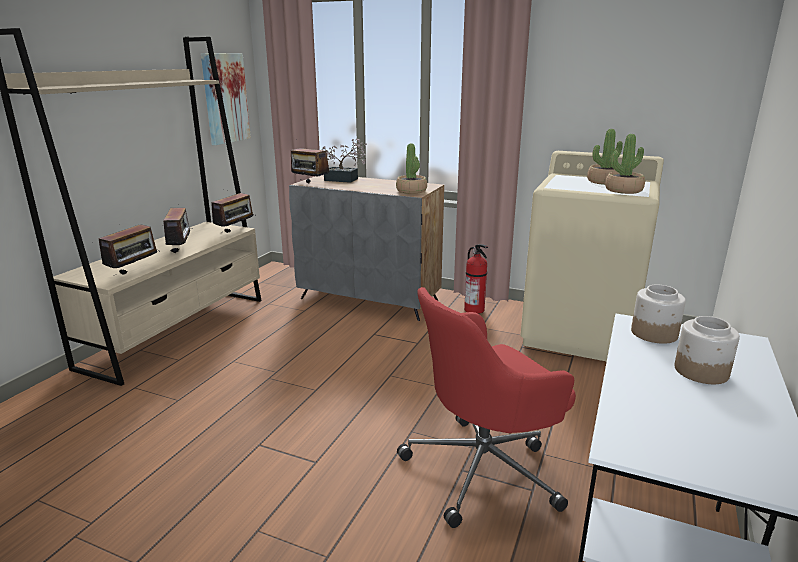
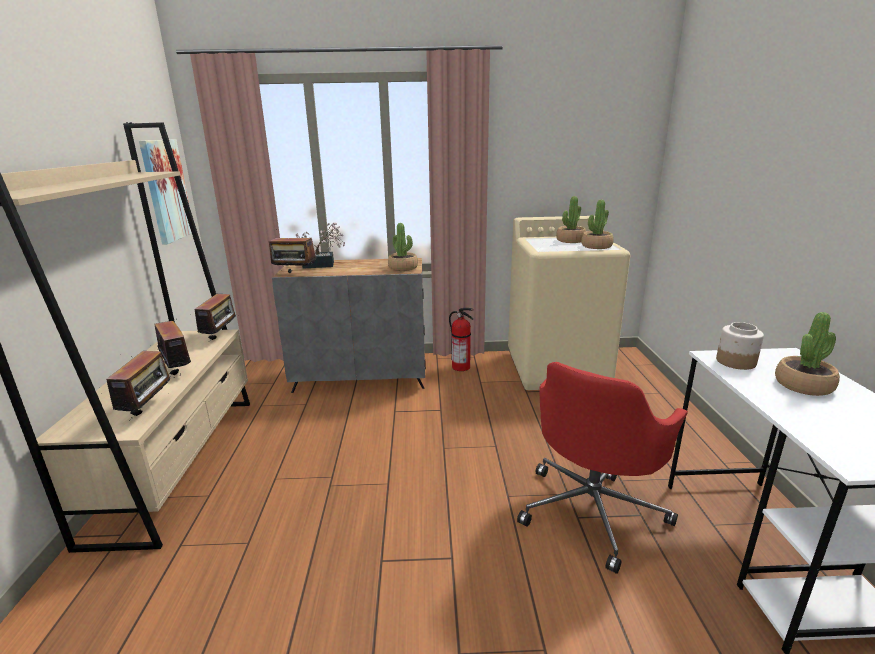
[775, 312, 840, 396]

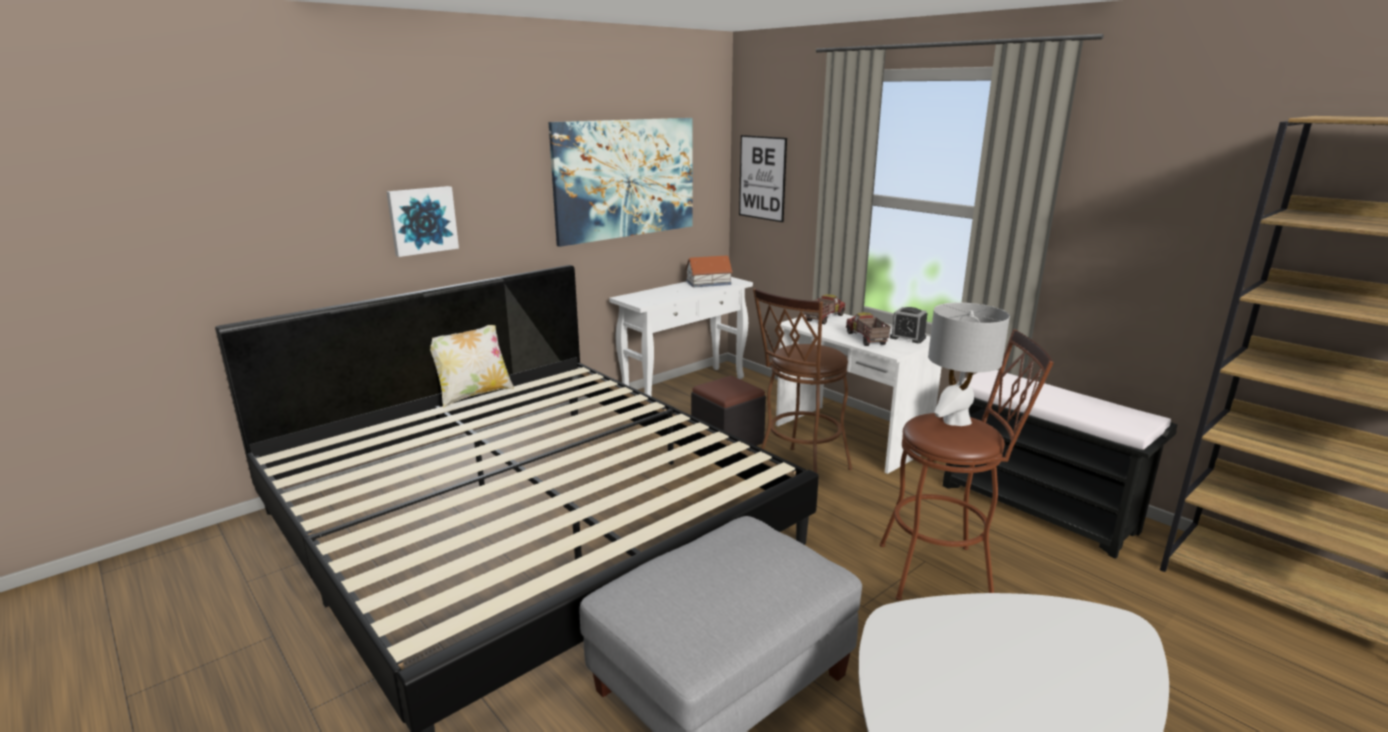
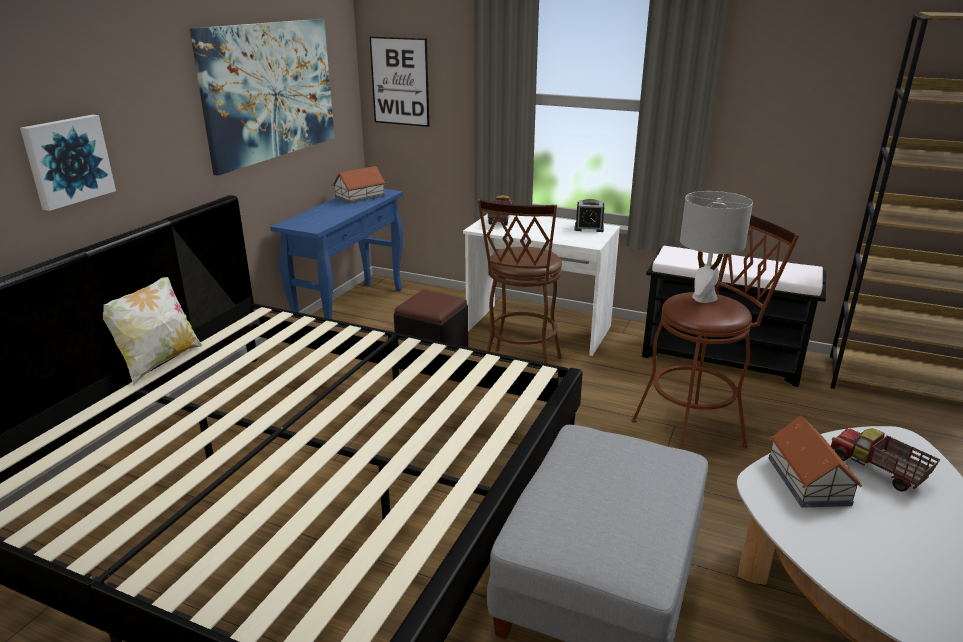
[270, 189, 403, 319]
[830, 428, 940, 492]
[768, 416, 861, 508]

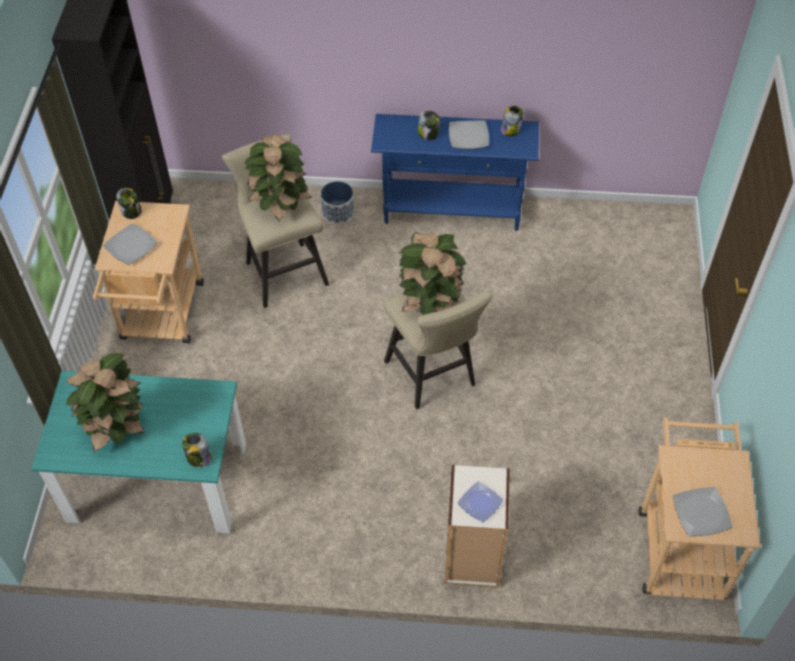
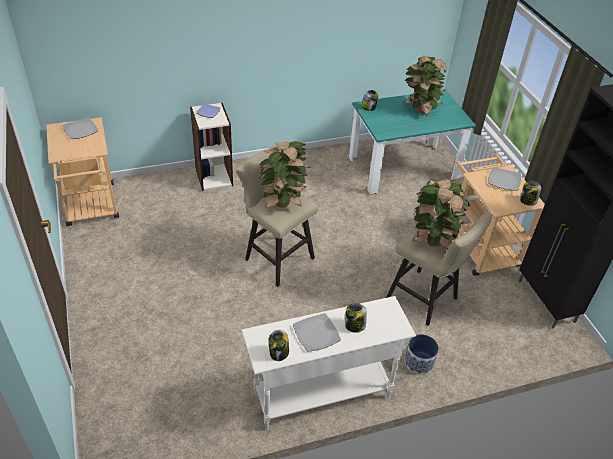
[241, 296, 416, 430]

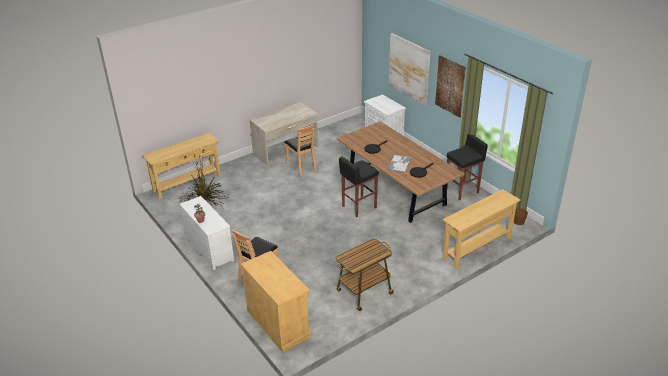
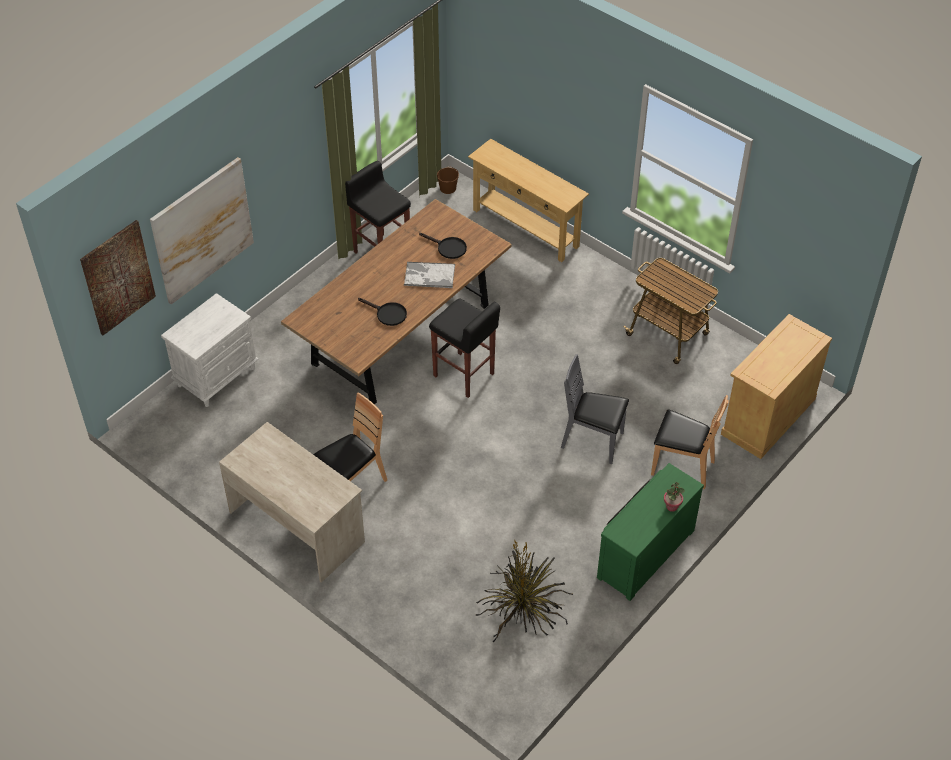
[80, 220, 156, 335]
[142, 133, 221, 199] (first image)
[597, 463, 704, 601]
[561, 354, 629, 464]

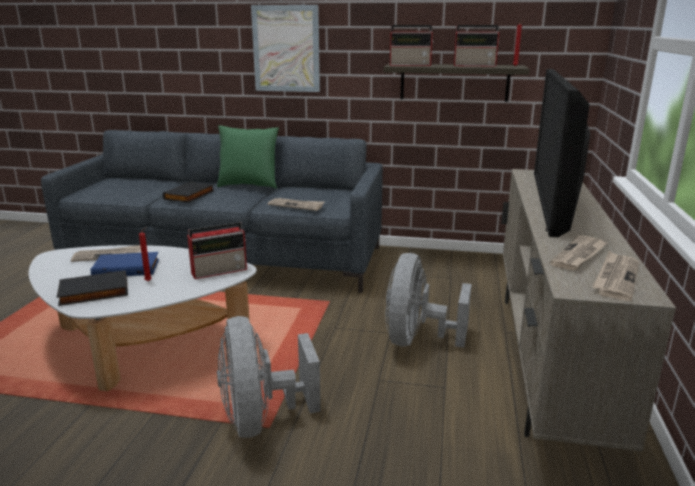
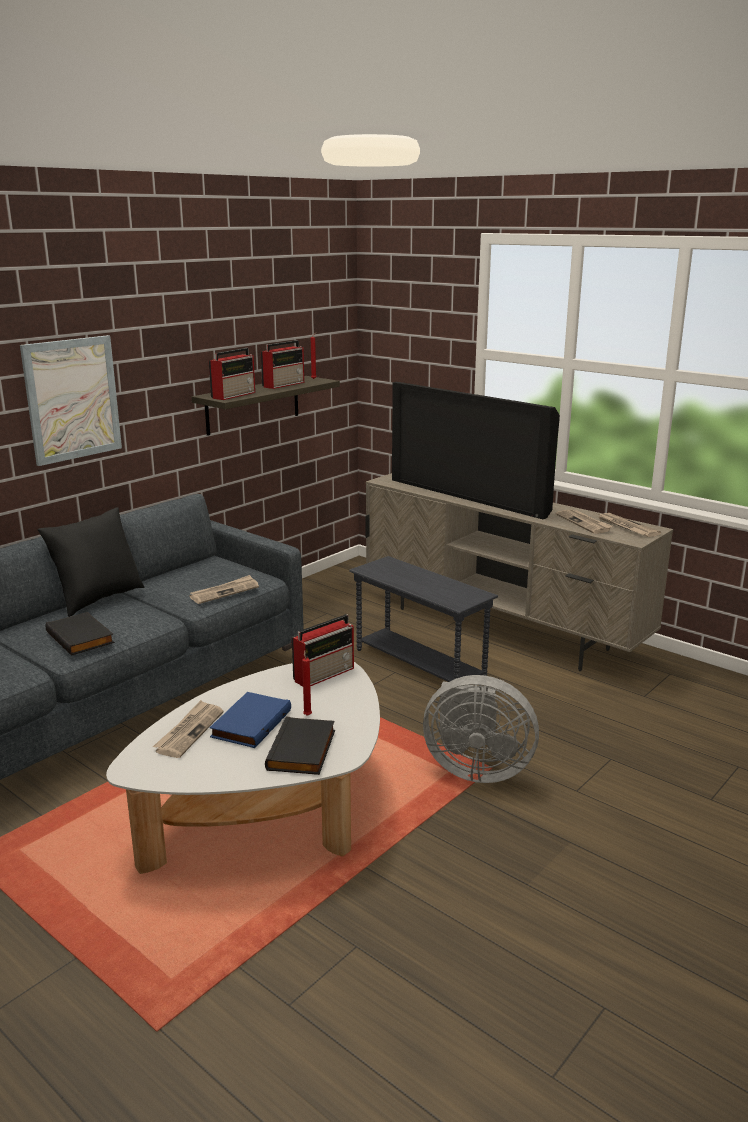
[38, 508, 144, 617]
[292, 614, 354, 687]
[349, 556, 498, 682]

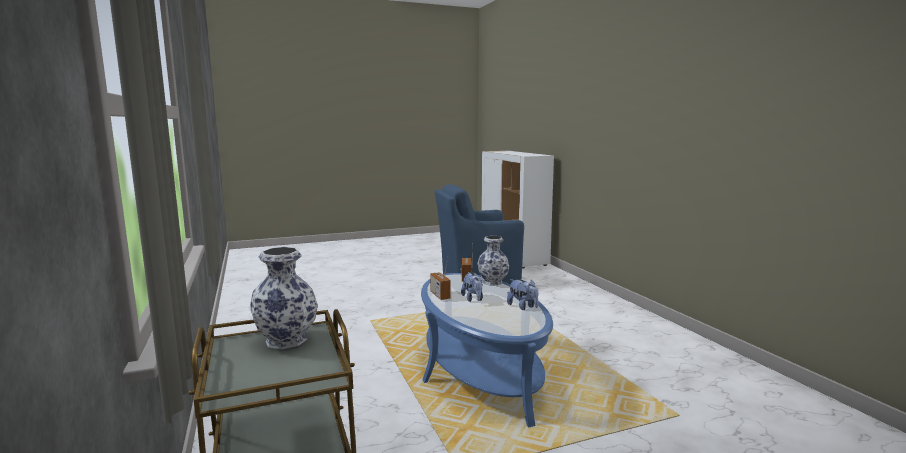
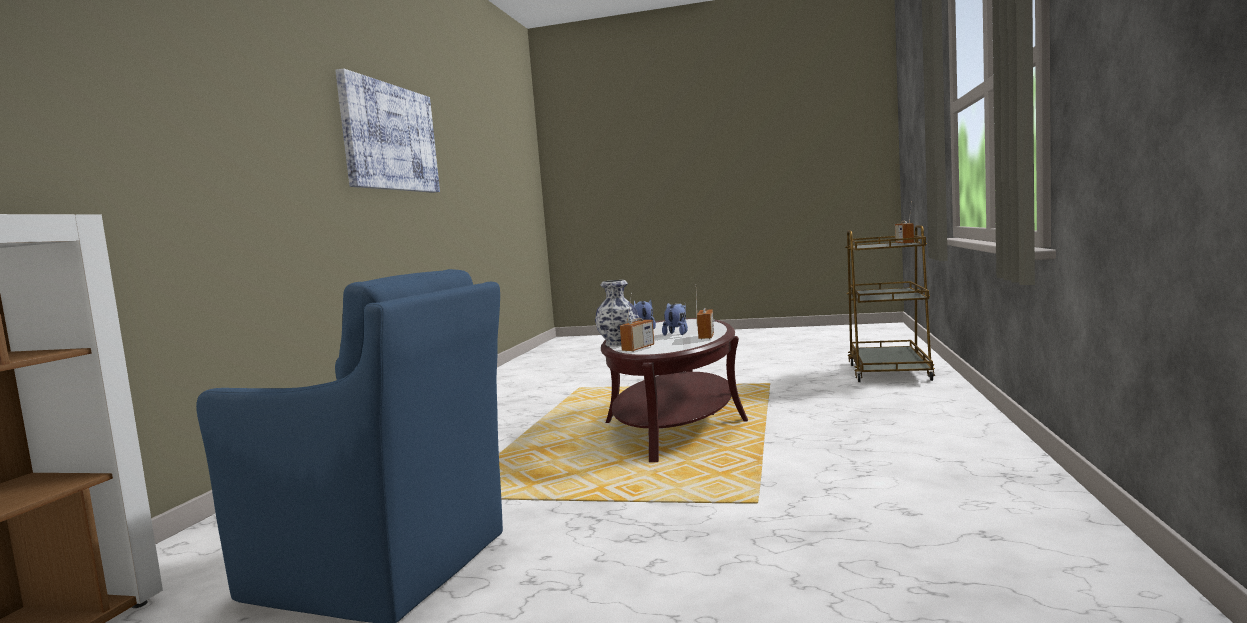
[250, 247, 318, 349] (first image)
[601, 318, 748, 462]
[335, 68, 440, 193]
[895, 201, 914, 244]

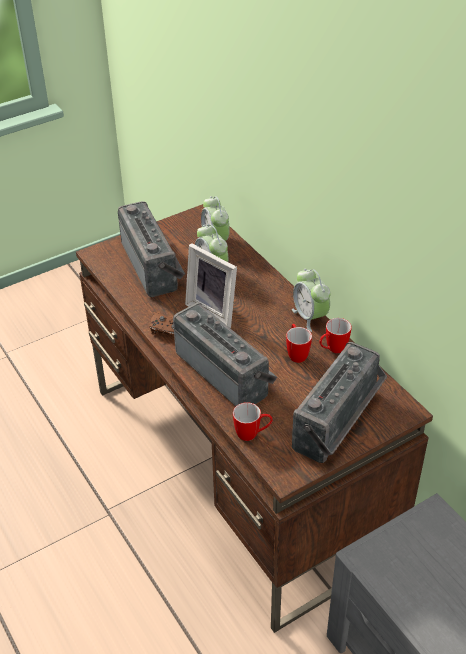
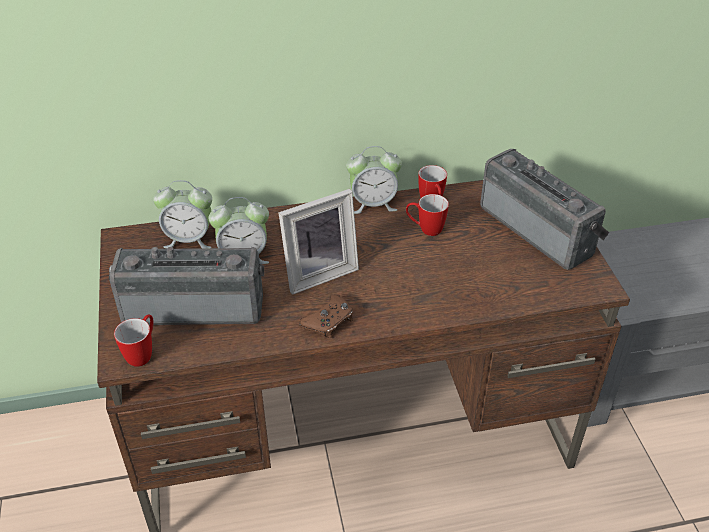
[173, 303, 277, 406] (first image)
[114, 315, 154, 367]

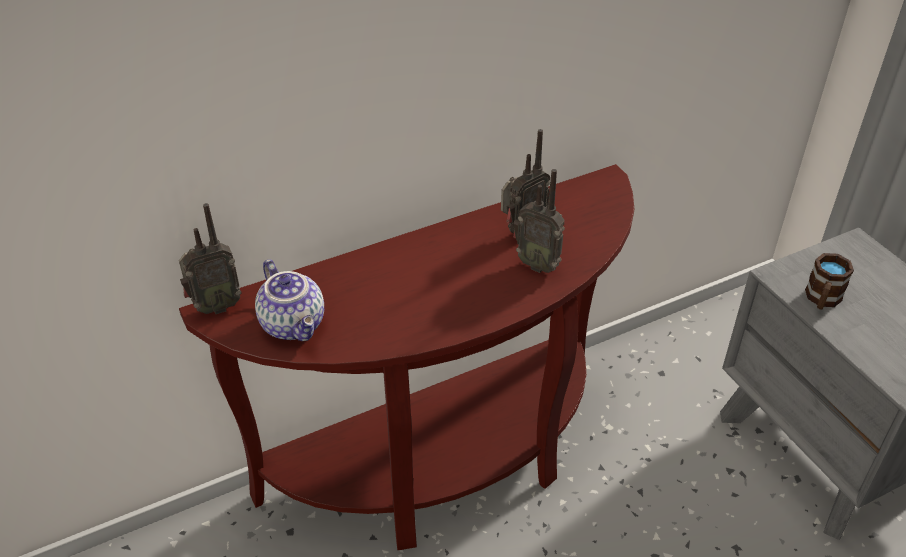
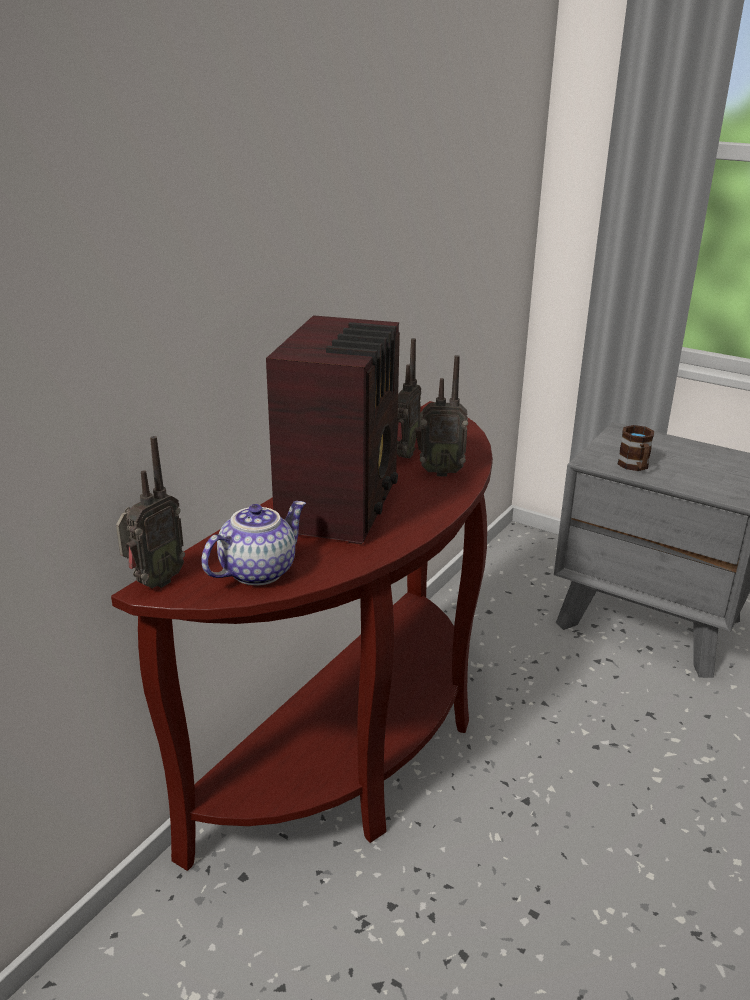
[201, 501, 306, 586]
[266, 315, 400, 545]

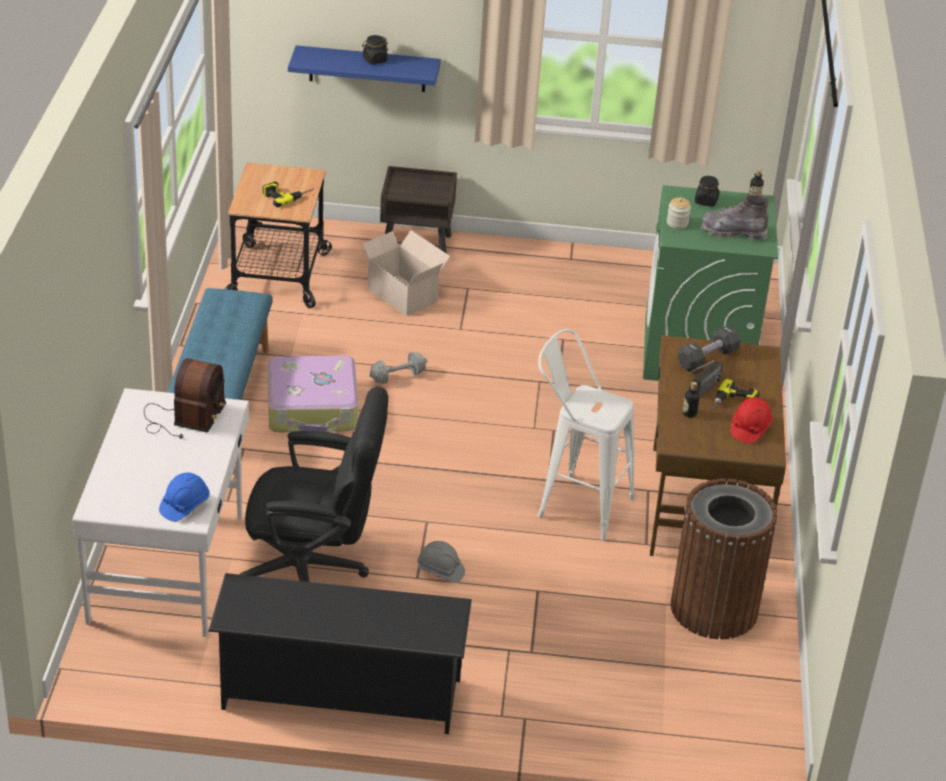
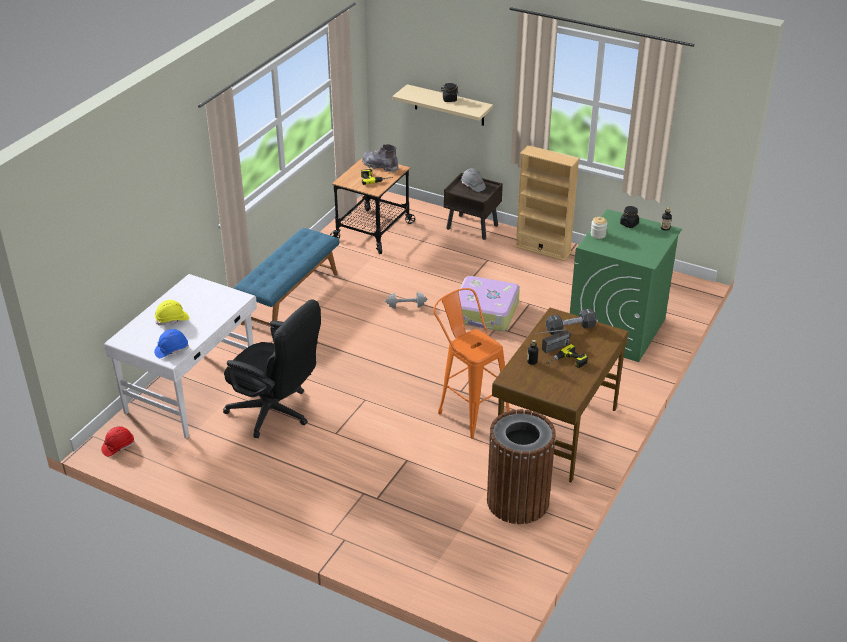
[392, 84, 493, 126]
[362, 144, 399, 173]
[360, 230, 450, 316] (first image)
[433, 288, 510, 438]
[458, 276, 520, 331]
[144, 358, 226, 439] (first image)
[101, 426, 134, 457]
[461, 168, 486, 192]
[209, 573, 472, 734] (first image)
[515, 145, 580, 261]
[155, 300, 189, 326]

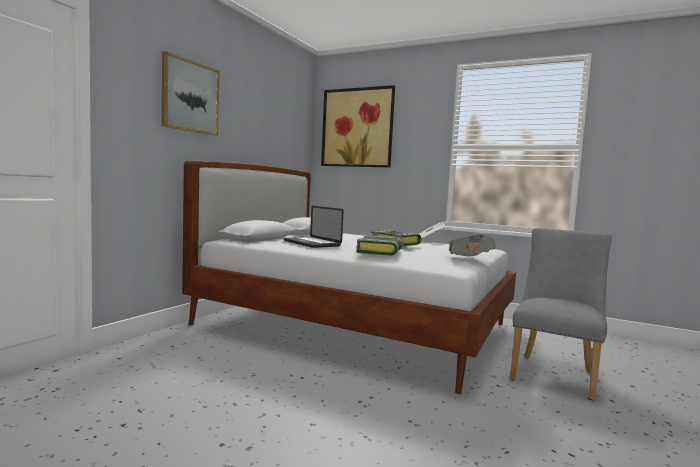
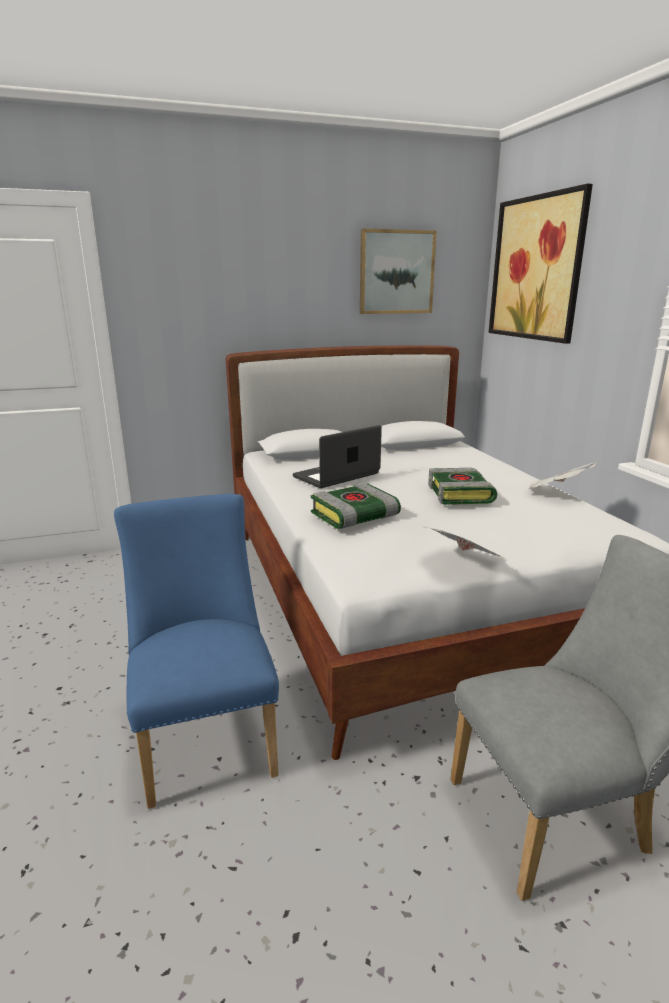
[360, 228, 437, 314]
[293, 425, 382, 488]
[114, 494, 279, 809]

